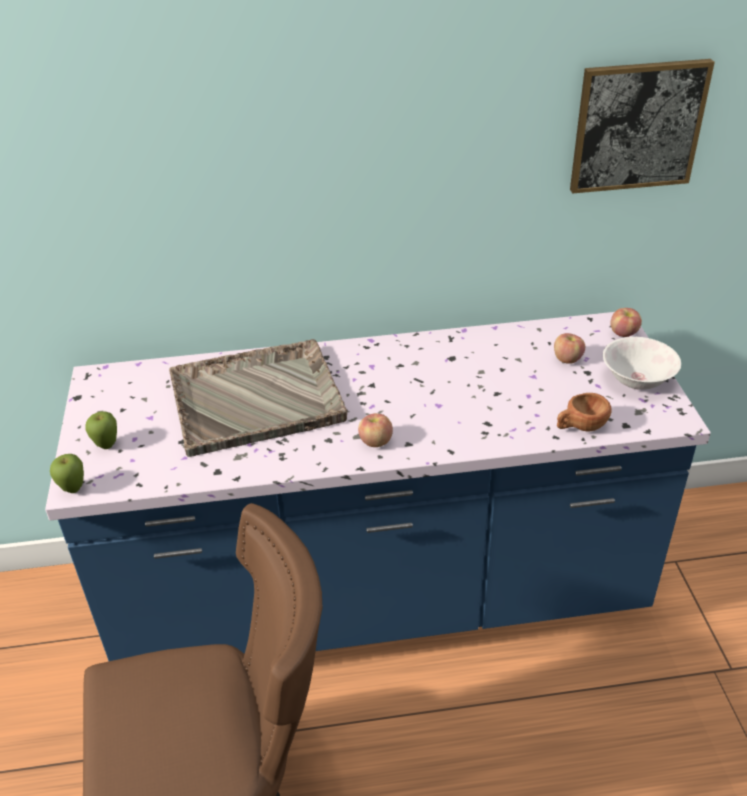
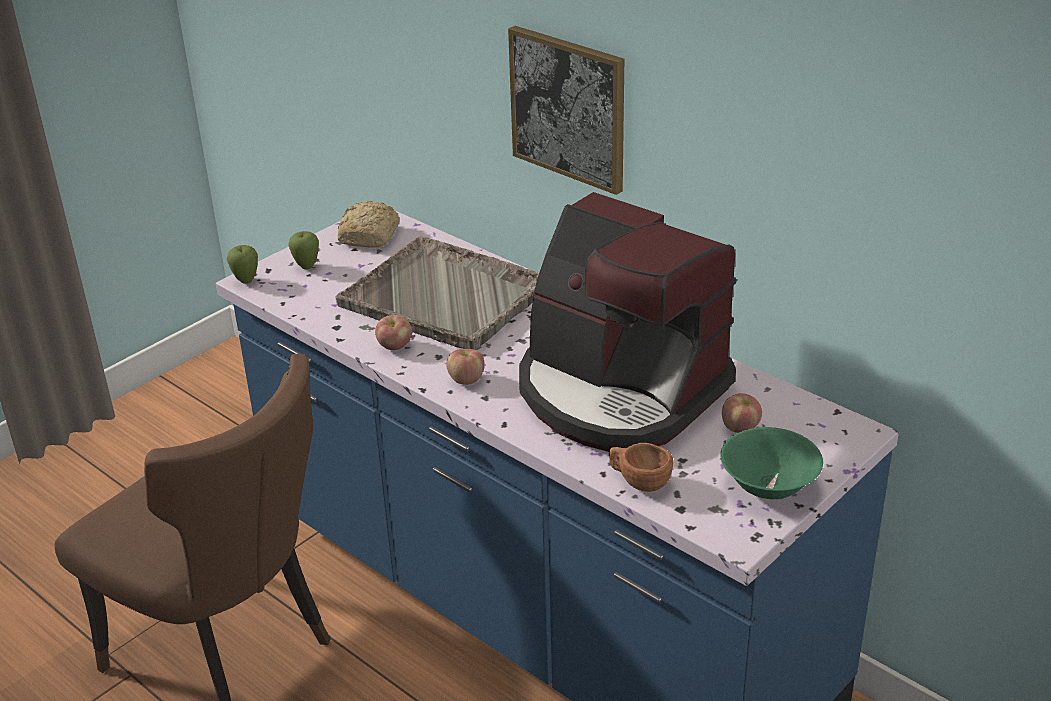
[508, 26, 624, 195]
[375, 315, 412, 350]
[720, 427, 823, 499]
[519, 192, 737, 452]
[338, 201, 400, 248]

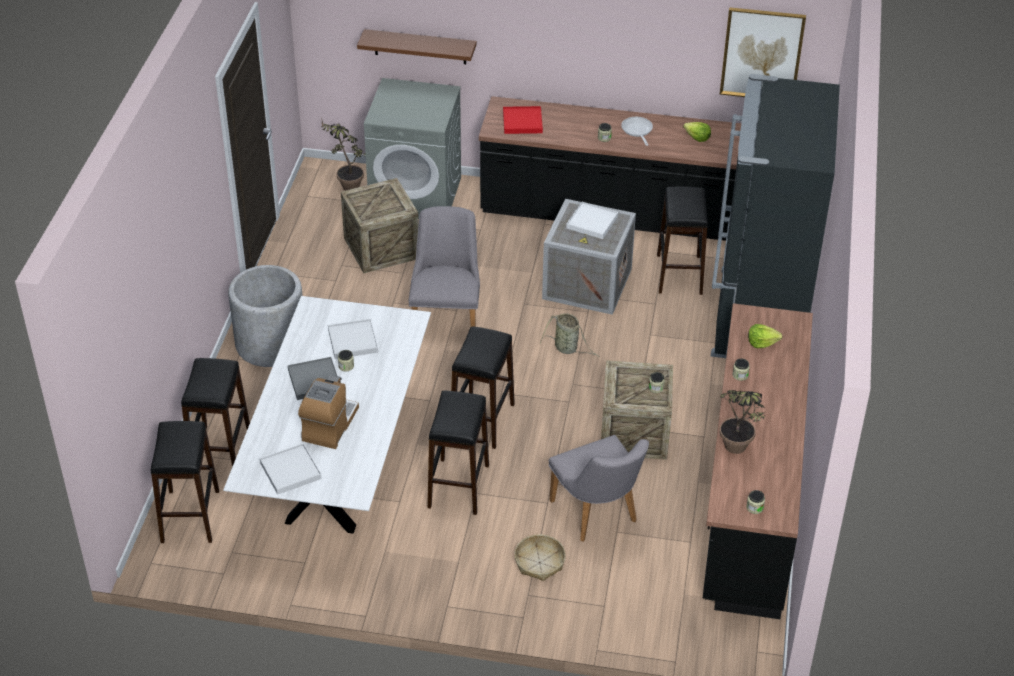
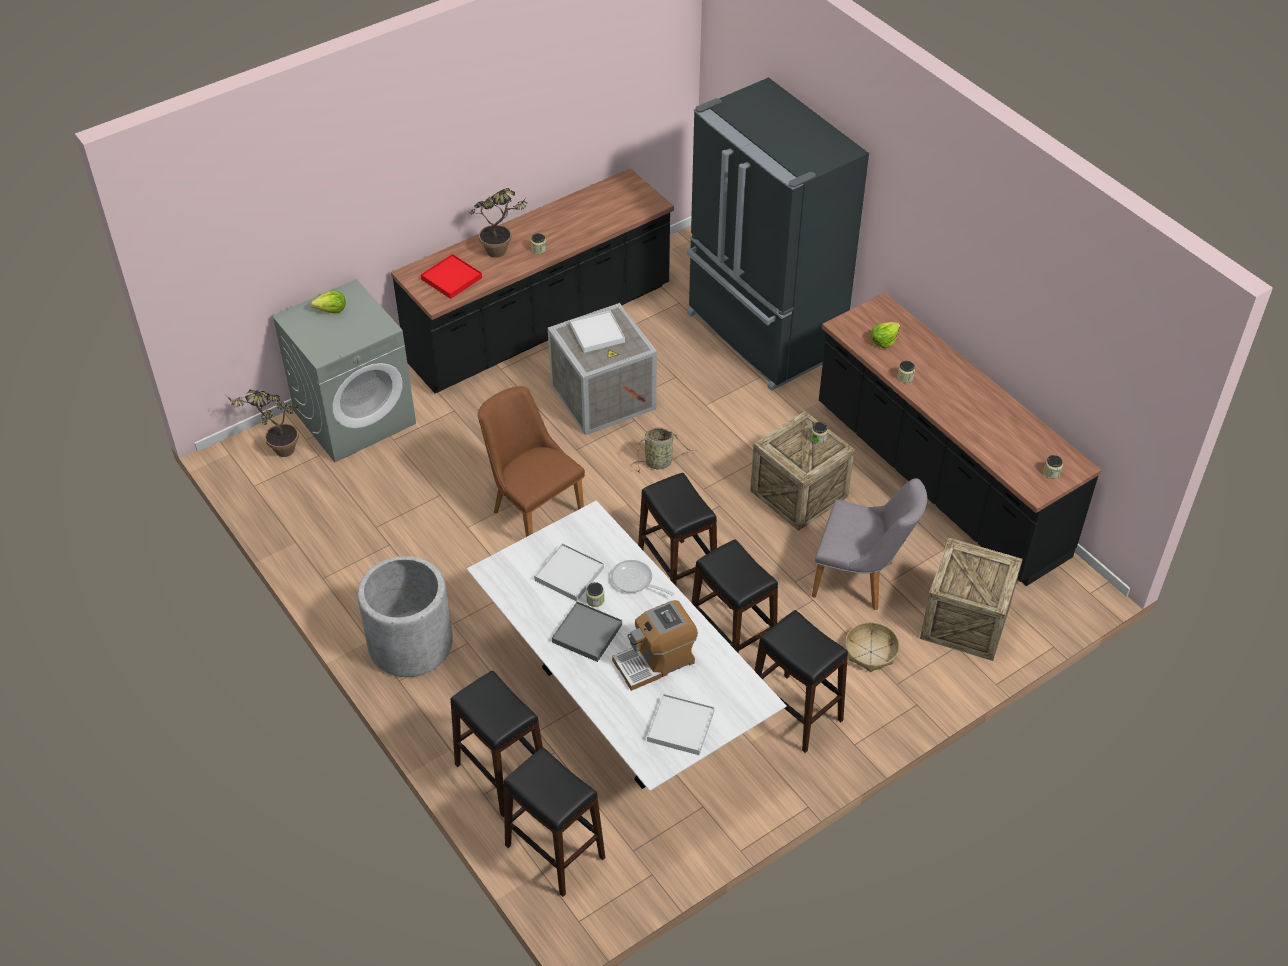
[720, 7, 806, 97] (first image)
[357, 29, 476, 64] (first image)
[611, 560, 674, 596]
[311, 291, 345, 313]
[920, 538, 1023, 661]
[754, 610, 848, 753]
[478, 386, 585, 537]
[612, 600, 698, 691]
[470, 188, 527, 258]

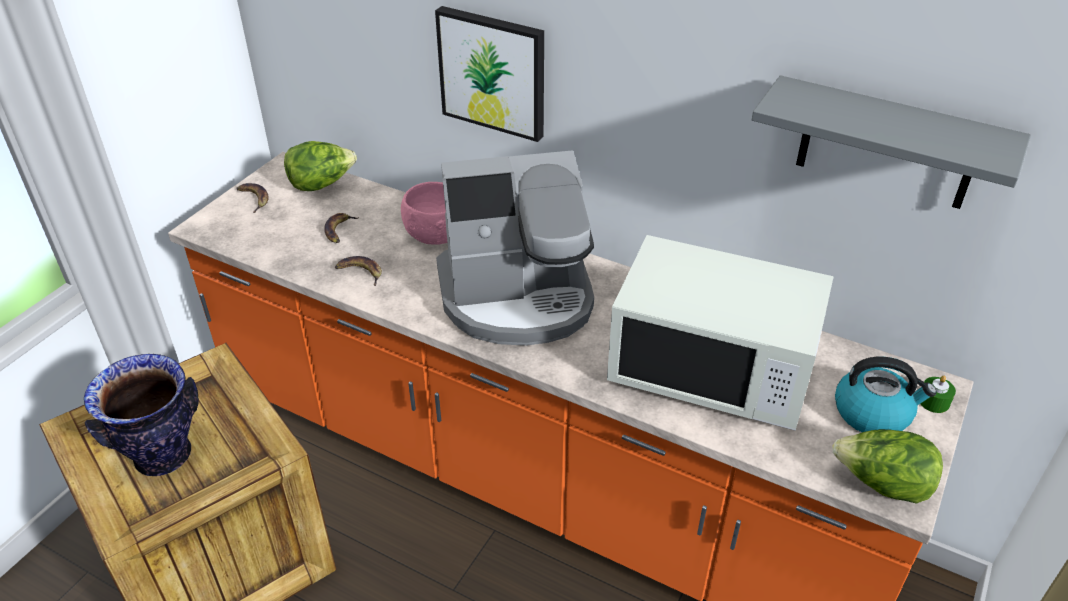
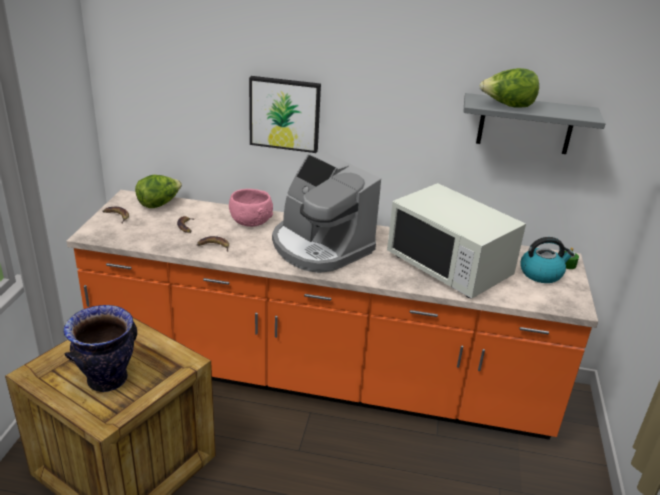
[272, 152, 381, 273]
[387, 183, 526, 299]
[479, 68, 539, 108]

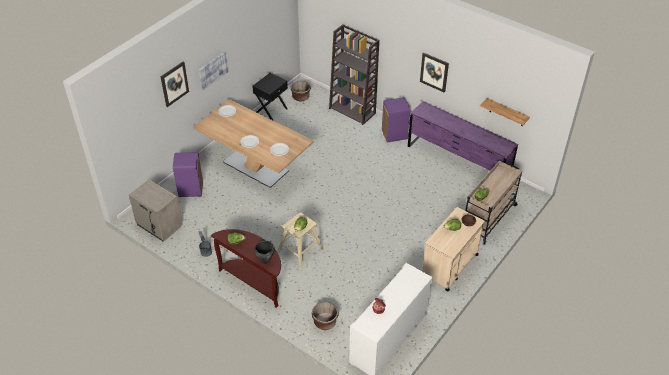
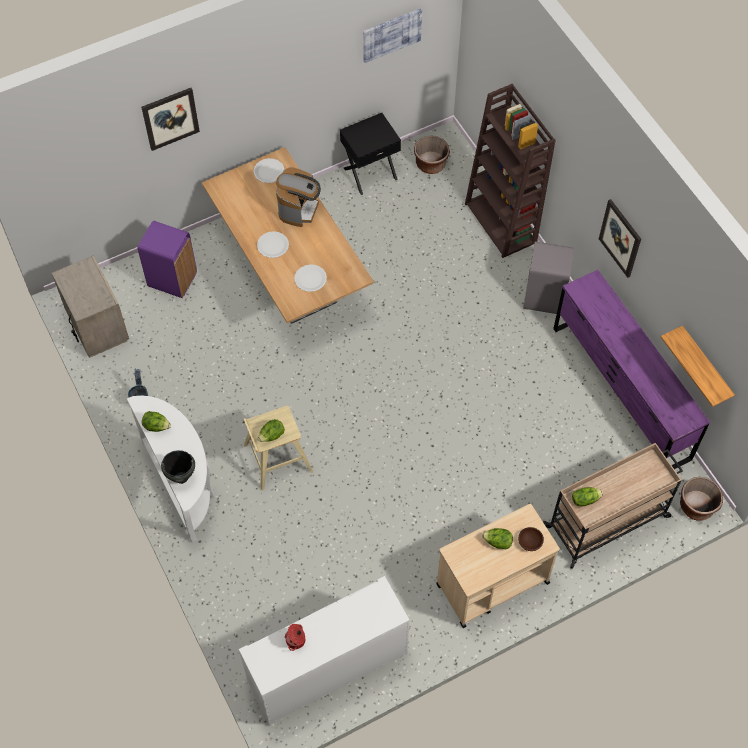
[363, 8, 422, 63]
[523, 242, 574, 314]
[127, 396, 215, 542]
[680, 477, 723, 521]
[276, 167, 321, 227]

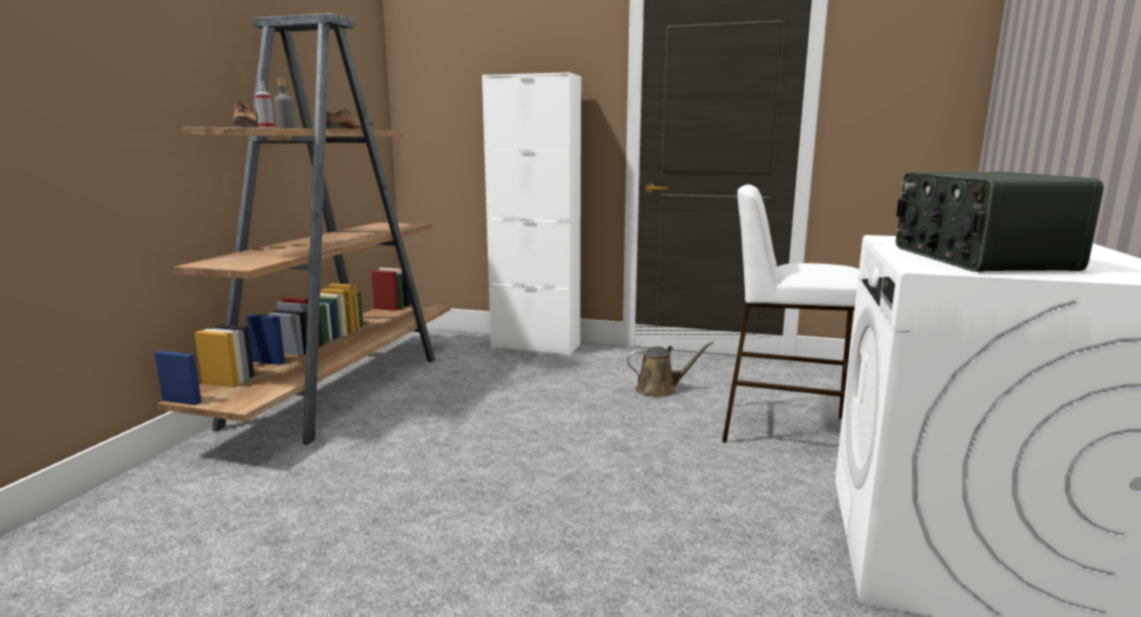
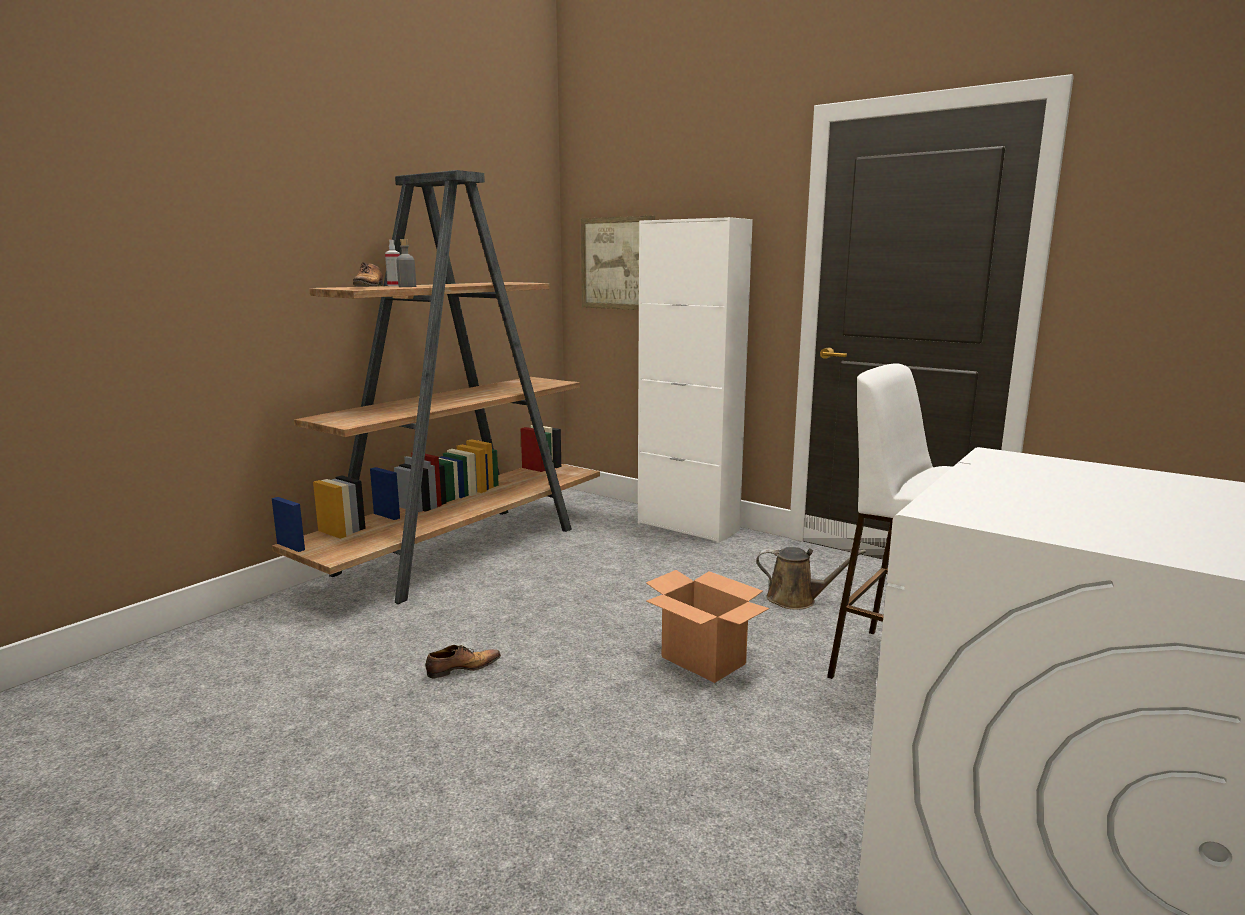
[425, 645, 501, 678]
[896, 171, 1104, 272] (first image)
[581, 216, 655, 310]
[646, 570, 769, 683]

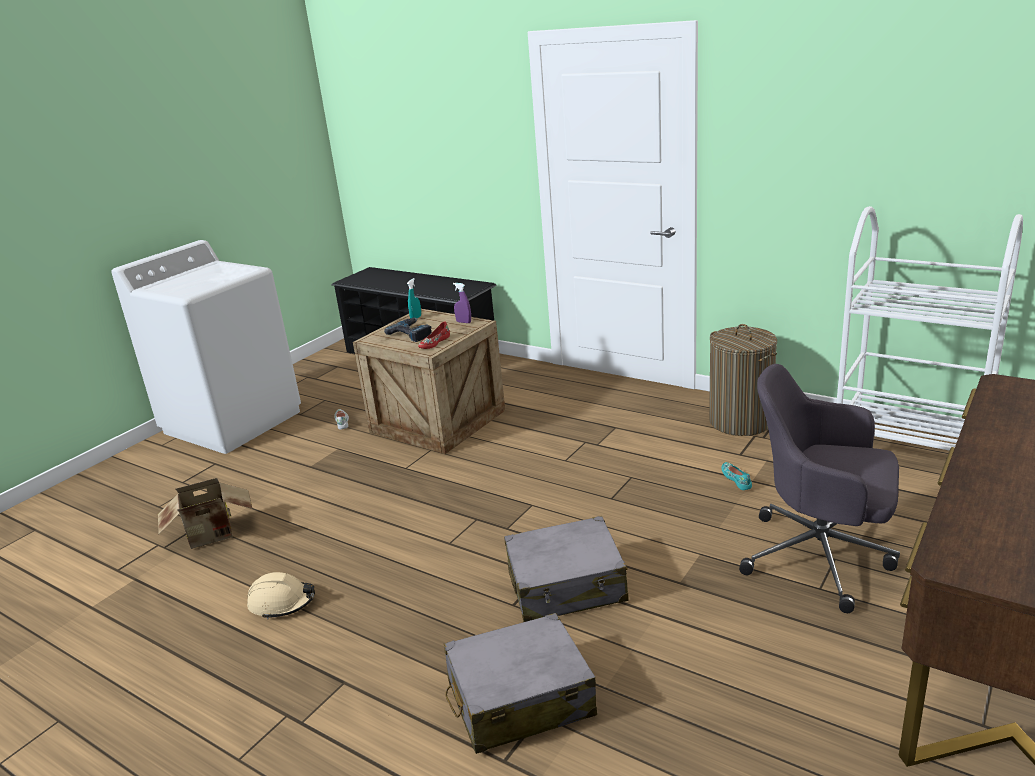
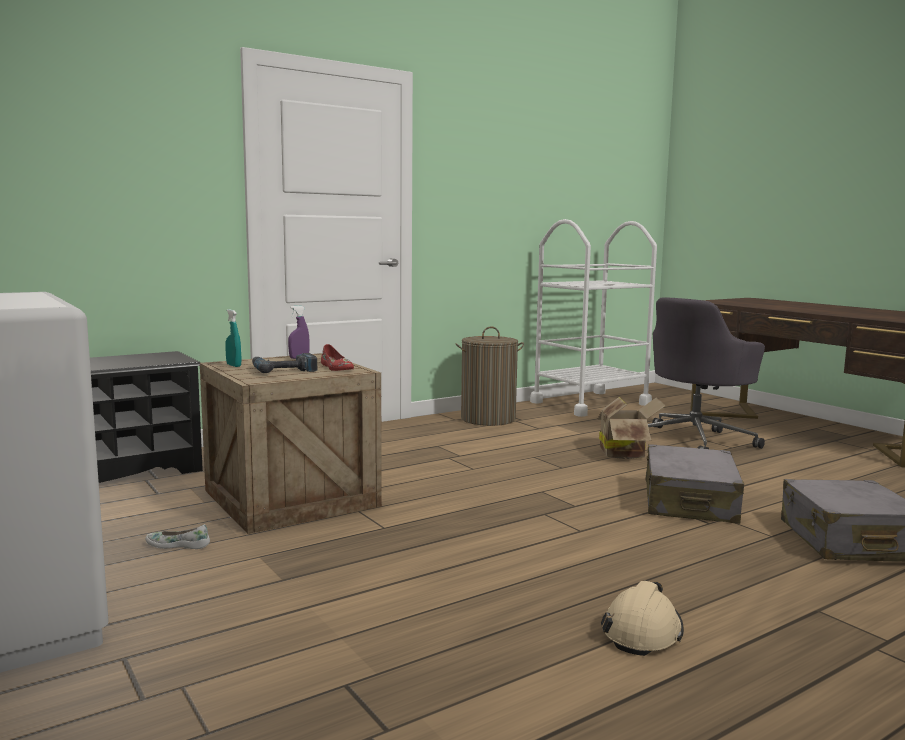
[721, 462, 752, 490] (first image)
[597, 397, 666, 459]

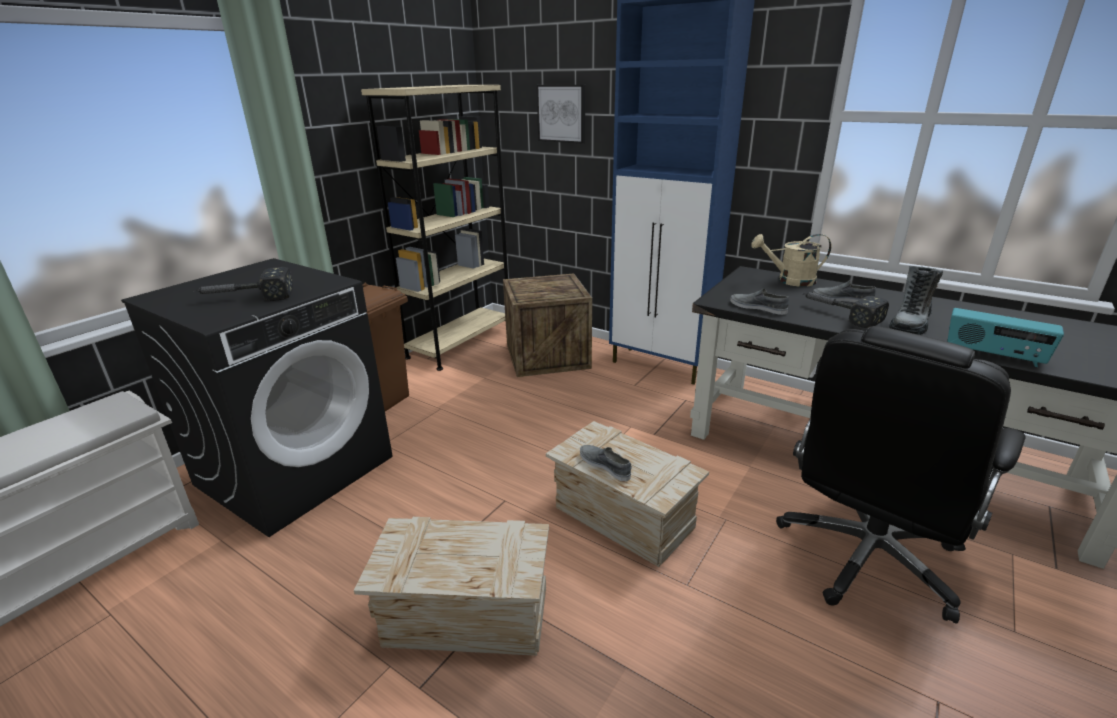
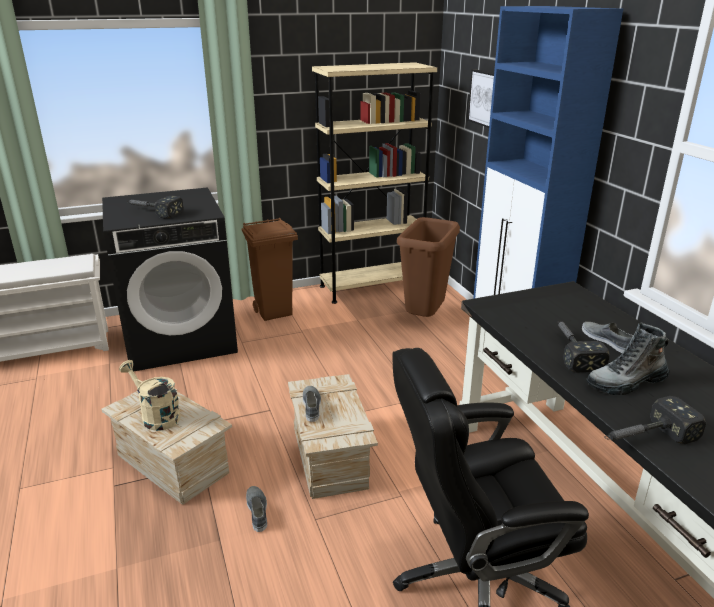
[119, 360, 180, 431]
[397, 217, 460, 317]
[246, 486, 267, 532]
[604, 396, 706, 444]

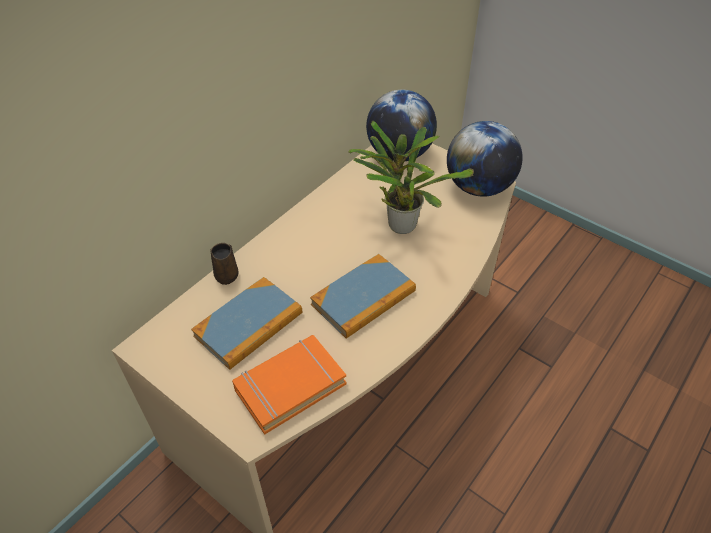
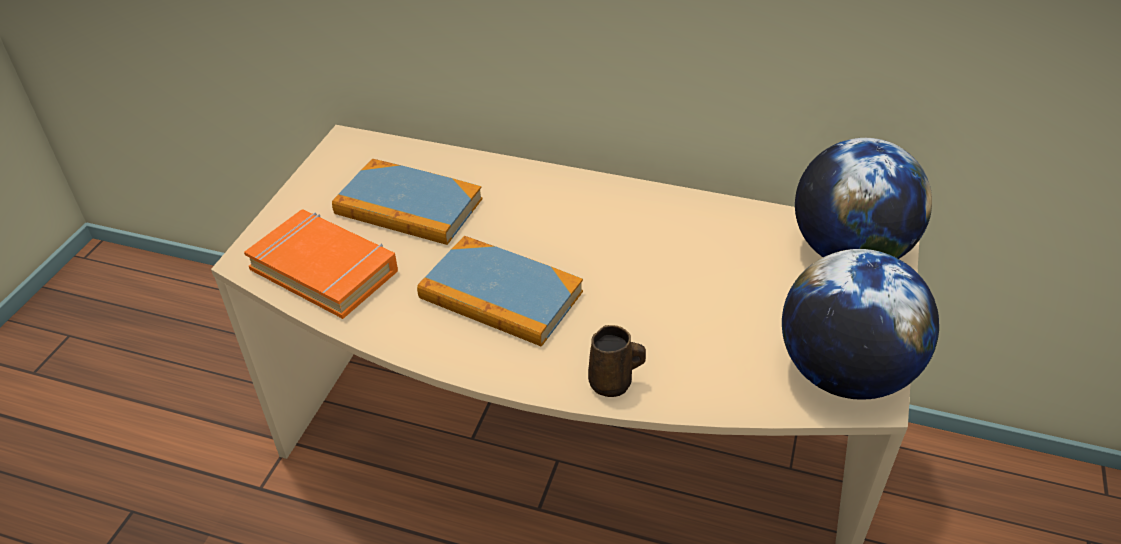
[348, 121, 474, 234] (first image)
[588, 325, 646, 397]

